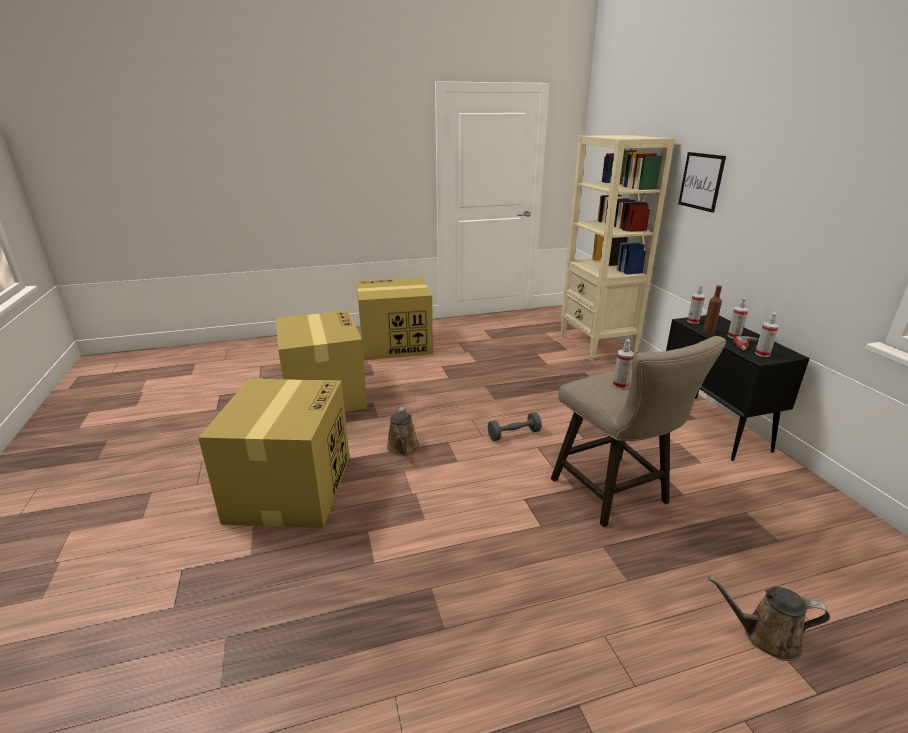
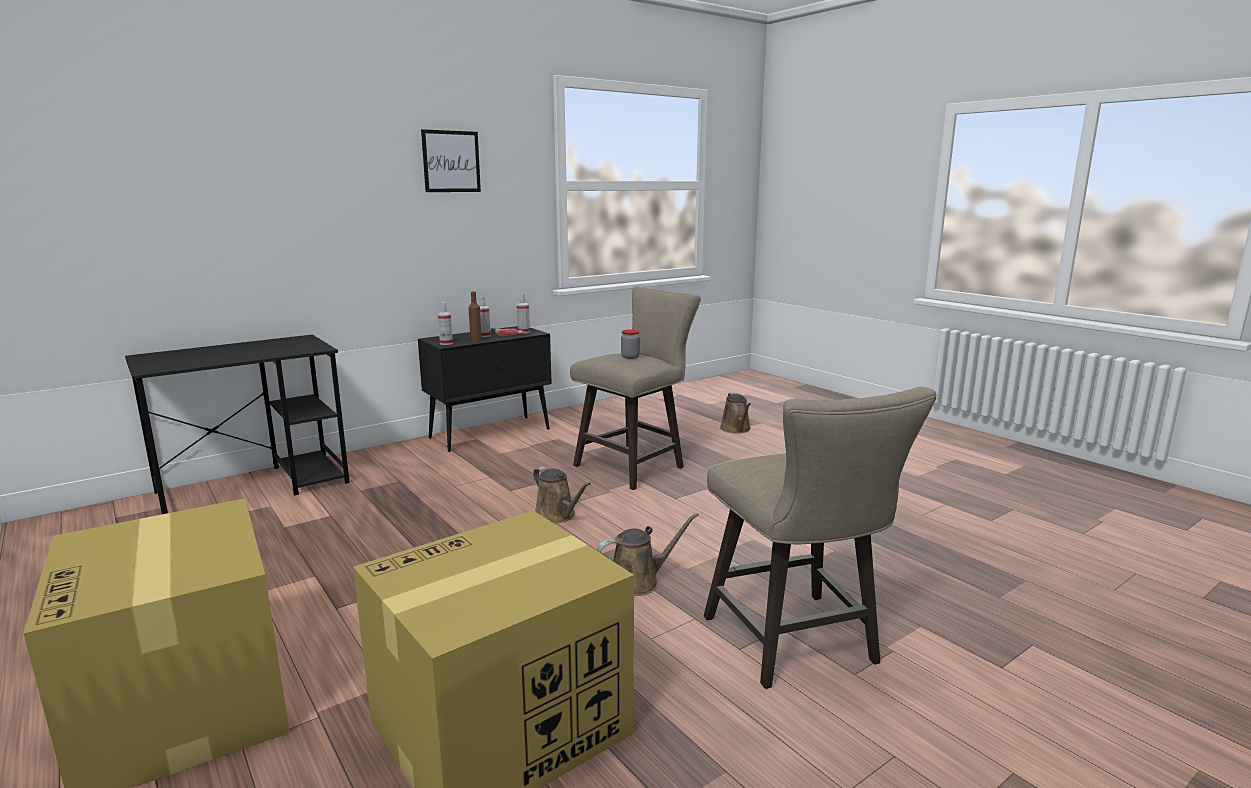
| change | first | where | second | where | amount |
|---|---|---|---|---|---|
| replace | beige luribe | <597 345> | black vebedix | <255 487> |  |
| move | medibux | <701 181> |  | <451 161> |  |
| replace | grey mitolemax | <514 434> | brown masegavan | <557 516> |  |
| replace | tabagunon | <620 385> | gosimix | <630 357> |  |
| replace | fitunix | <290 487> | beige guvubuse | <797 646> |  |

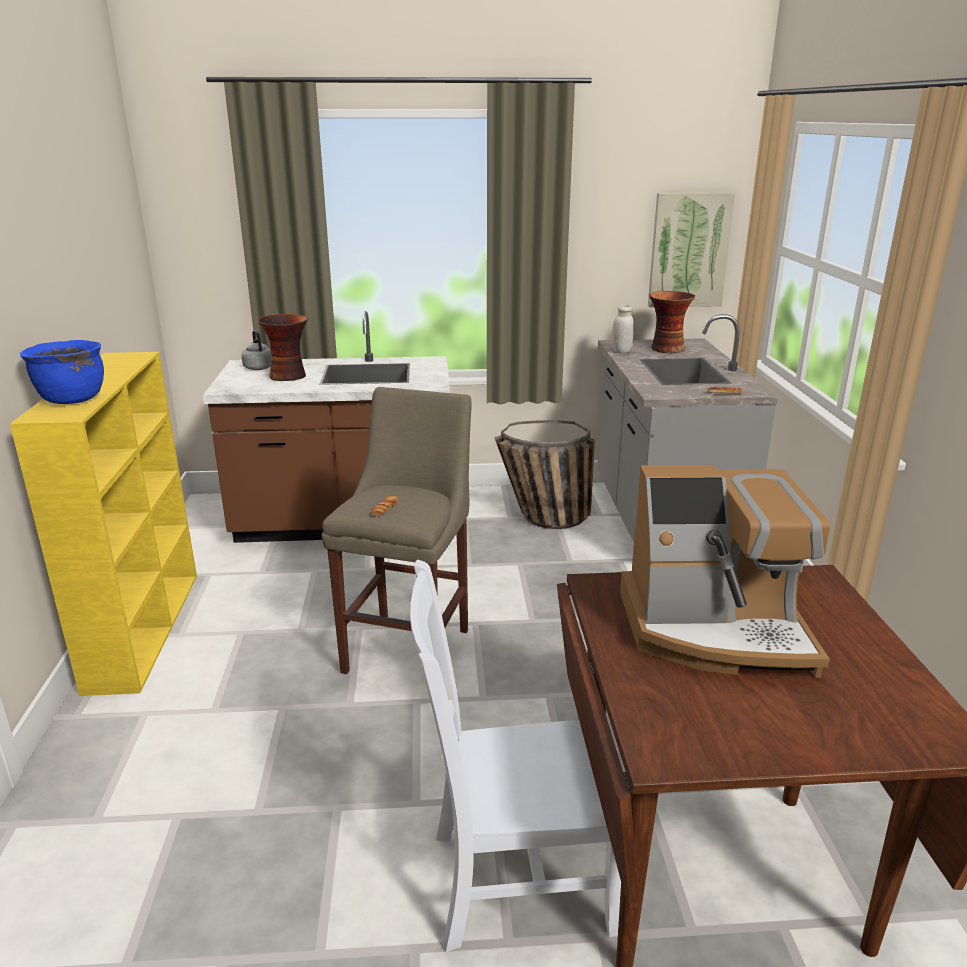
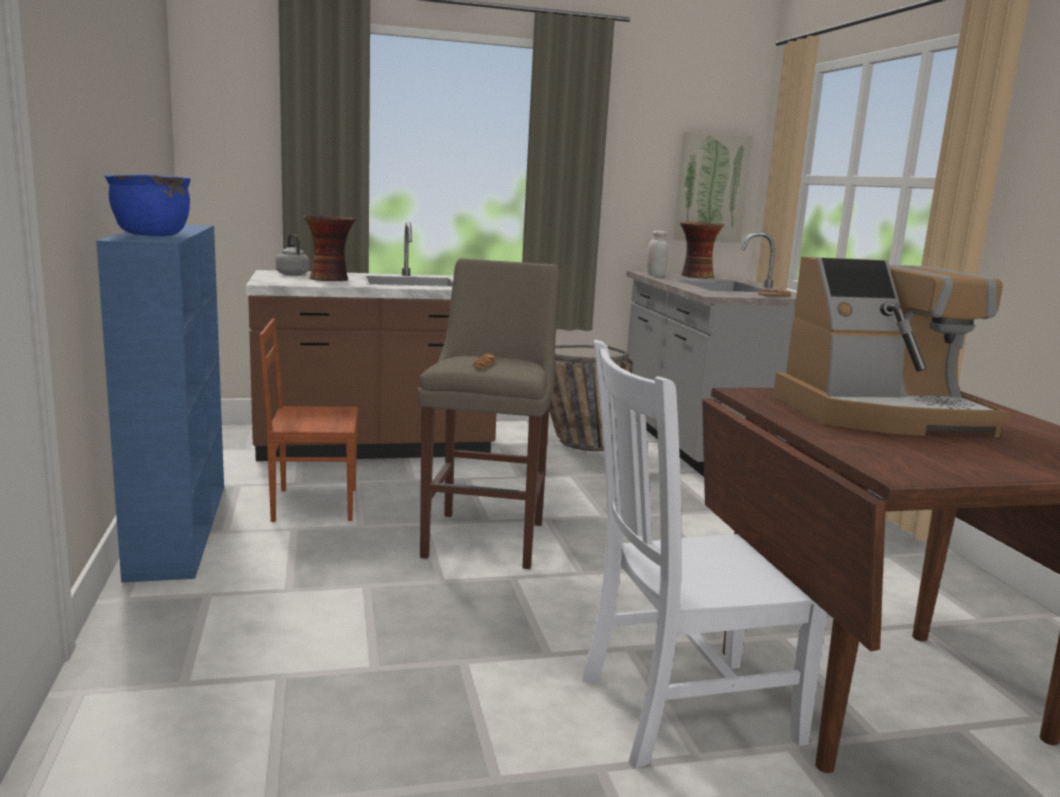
| change | first | where | second | where | amount |
|---|---|---|---|---|---|
| recolor | yellow luribe | <145 628> | blue luribe | <179 527> |  |
| insert |  |  | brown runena | <313 504> |  |

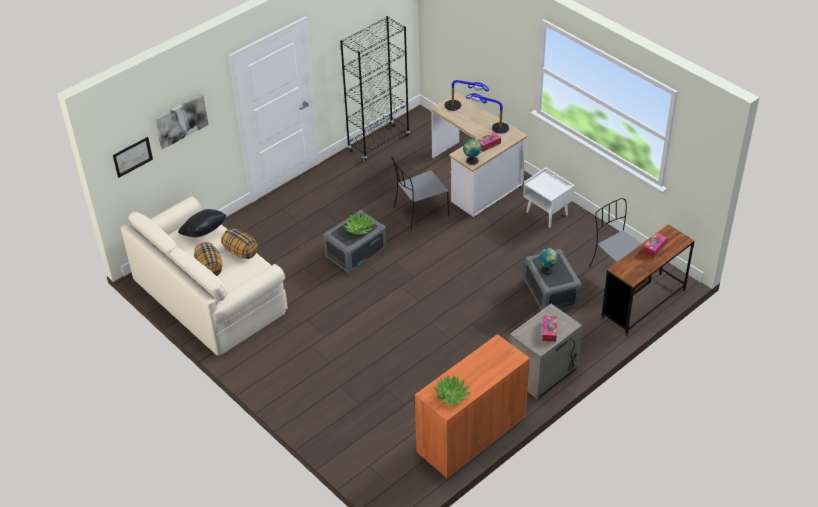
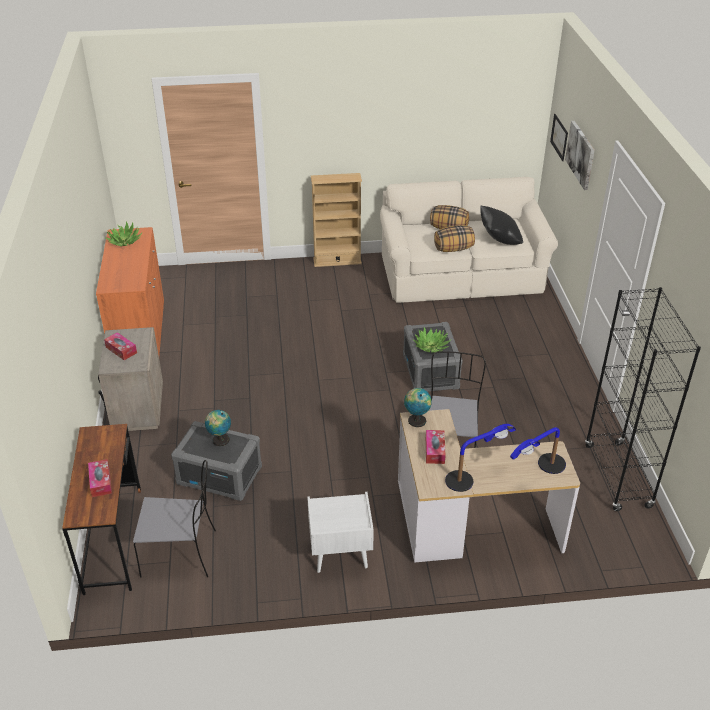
| change | first | where | second | where | amount |
|---|---|---|---|---|---|
| insert |  |  | beige luribe | <337 261> |  |

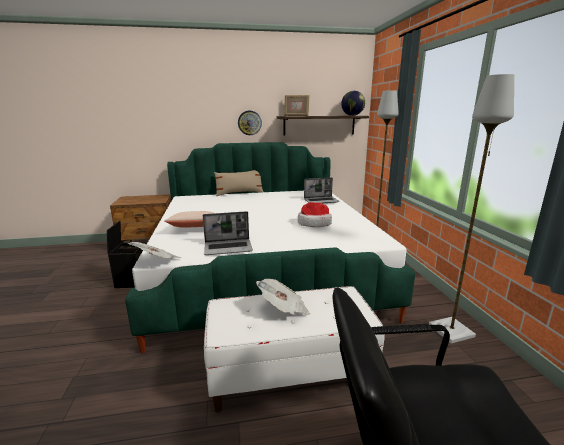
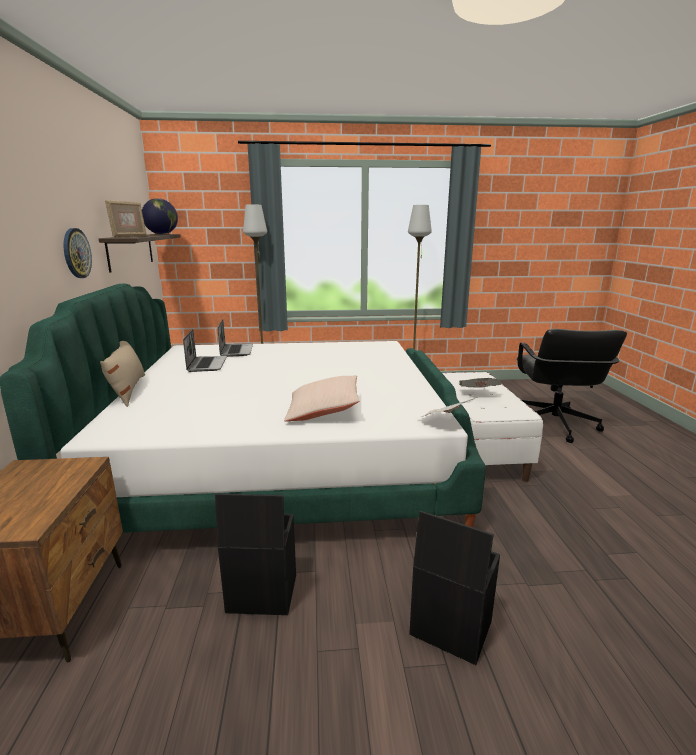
| change | first | where | second | where | amount |
|---|---|---|---|---|---|
| move | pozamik | <228 248> |  | <206 364> |  |
| insert |  |  | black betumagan | <449 628> |  |
| delete | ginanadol | <314 223> |  |  |  |

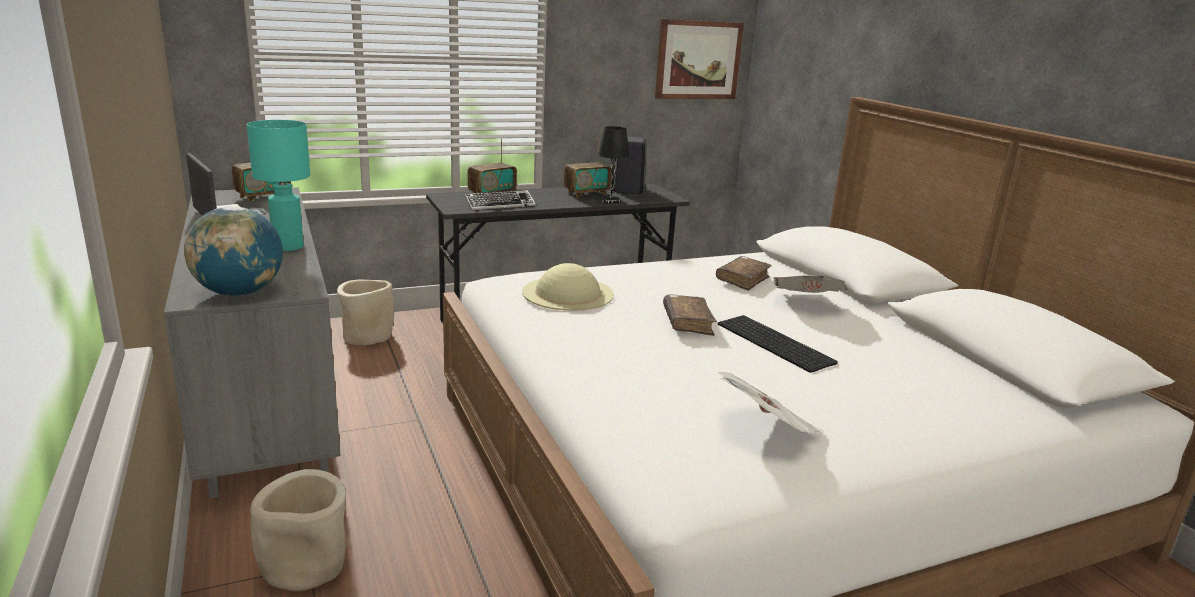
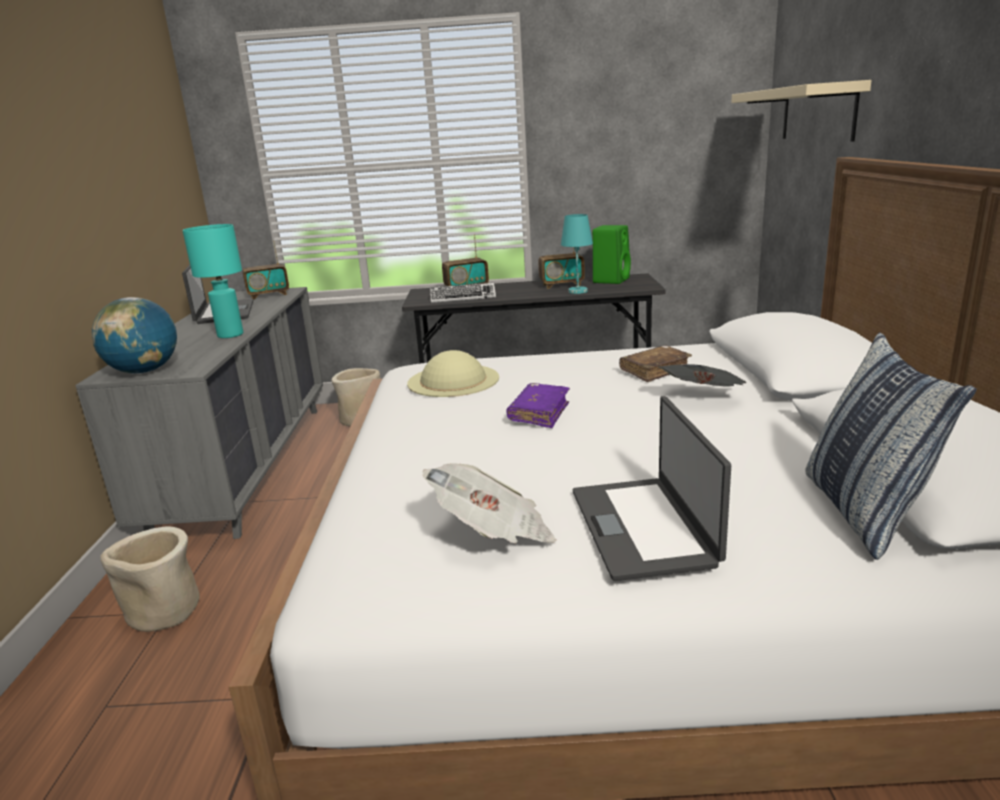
| change | first | where | second | where | amount |
|---|---|---|---|---|---|
| recolor | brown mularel | <687 323> | purple mularel | <539 413> |  |
| recolor | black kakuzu | <611 201> | turquoise kakuzu | <578 291> |  |
| insert |  |  | pozamik | <644 526> |  |
| recolor | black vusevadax | <628 190> | green vusevadax | <611 280> |  |
| insert |  |  | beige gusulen | <818 113> |  |
| insert |  |  | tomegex | <864 512> |  |
| delete | medibux | <698 60> |  |  |  |
| delete | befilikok | <777 343> |  |  |  |

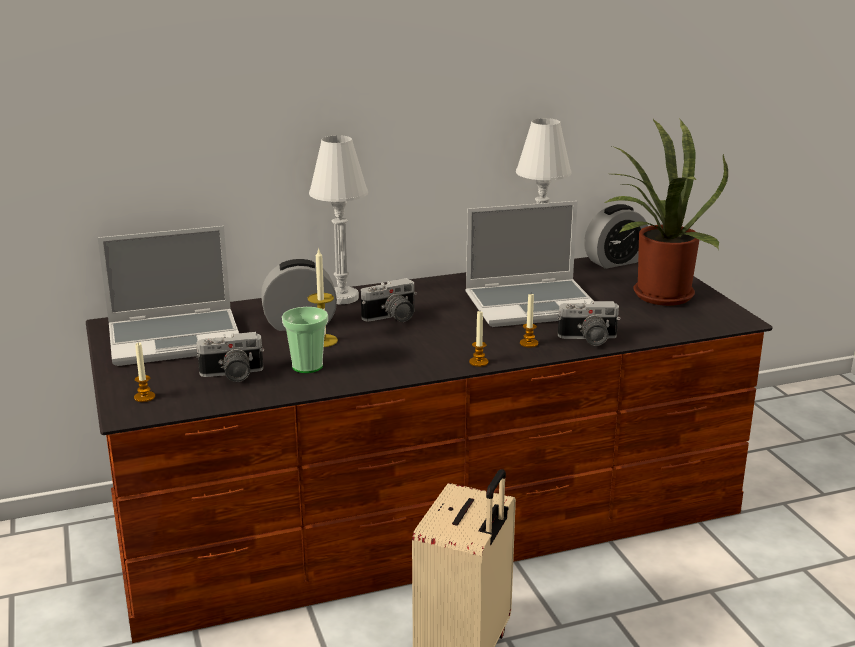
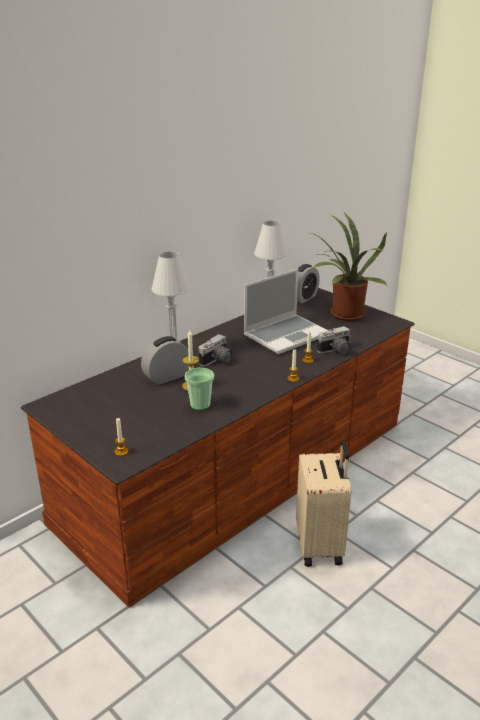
| change | first | where | second | where | amount |
|---|---|---|---|---|---|
| delete | pozamik | <176 338> |  |  |  |
| delete | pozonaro | <232 376> |  |  |  |

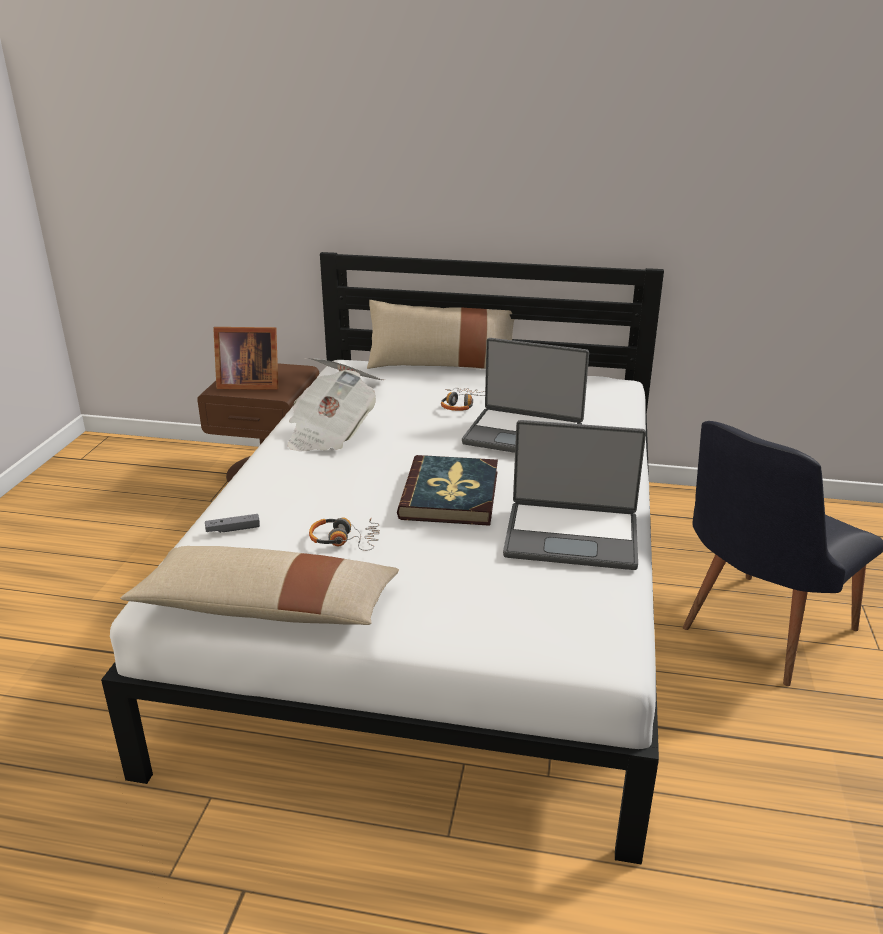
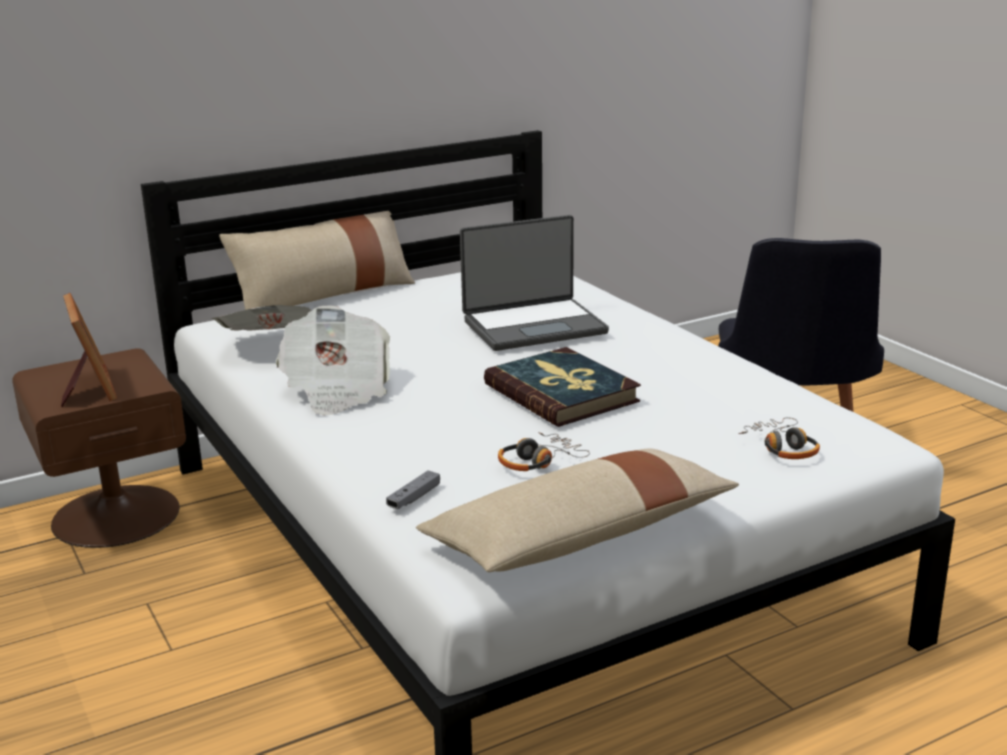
| change | first | where | second | where | amount |
|---|---|---|---|---|---|
| rotate | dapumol | <247 384> |  | <88 389> | 75 degrees counterclockwise |
| move | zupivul | <461 404> |  | <782 447> |  |
| delete | pozamik | <571 536> |  |  |  |

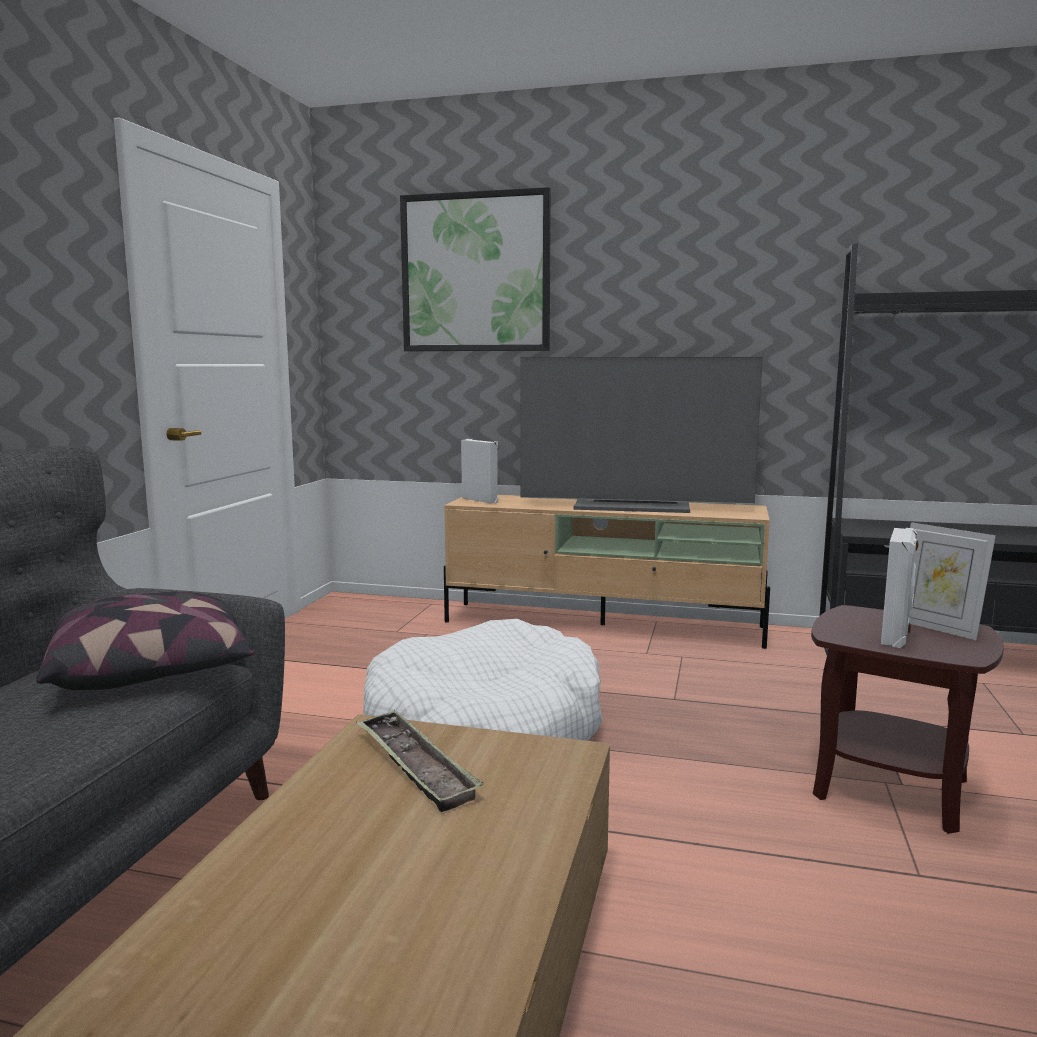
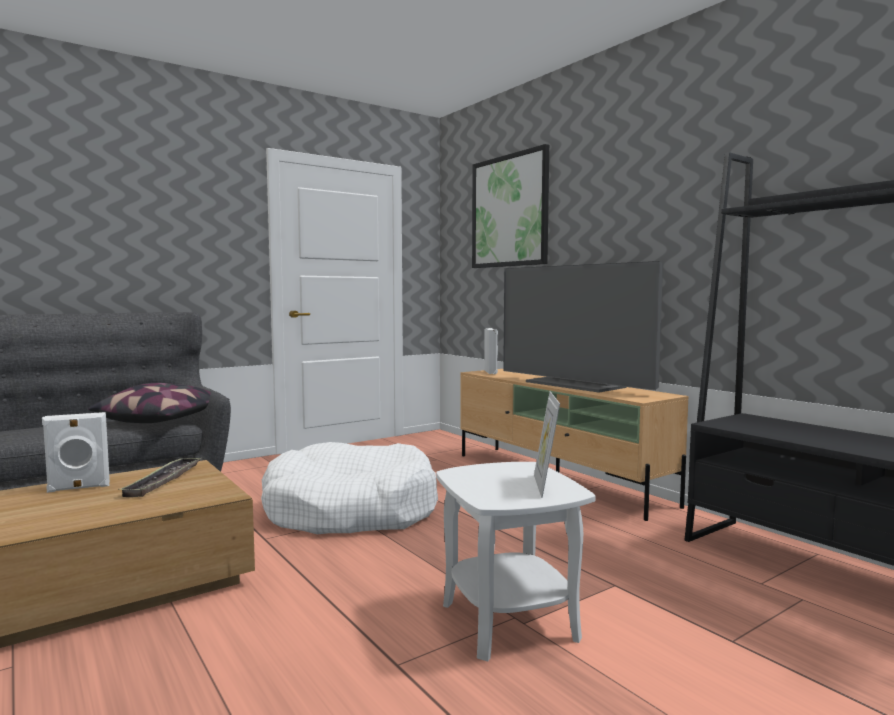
| change | first | where | second | where | amount |
|---|---|---|---|---|---|
| move | white vusevadax | <896 635> |  | <79 488> |  |
| recolor | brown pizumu | <891 787> | white pizumu | <510 621> |  |

